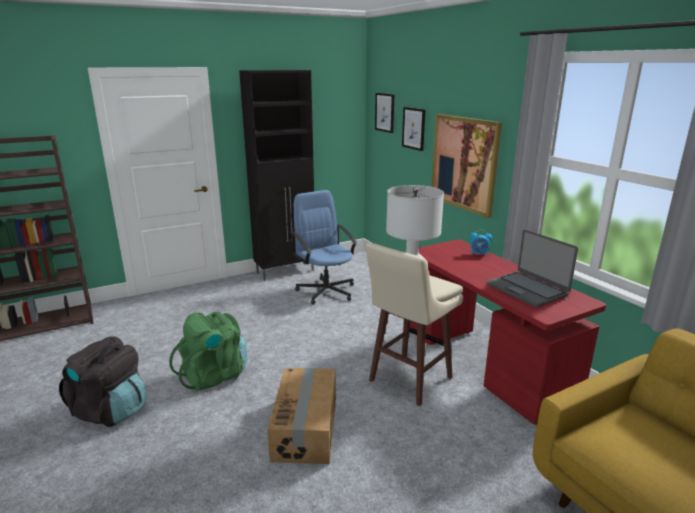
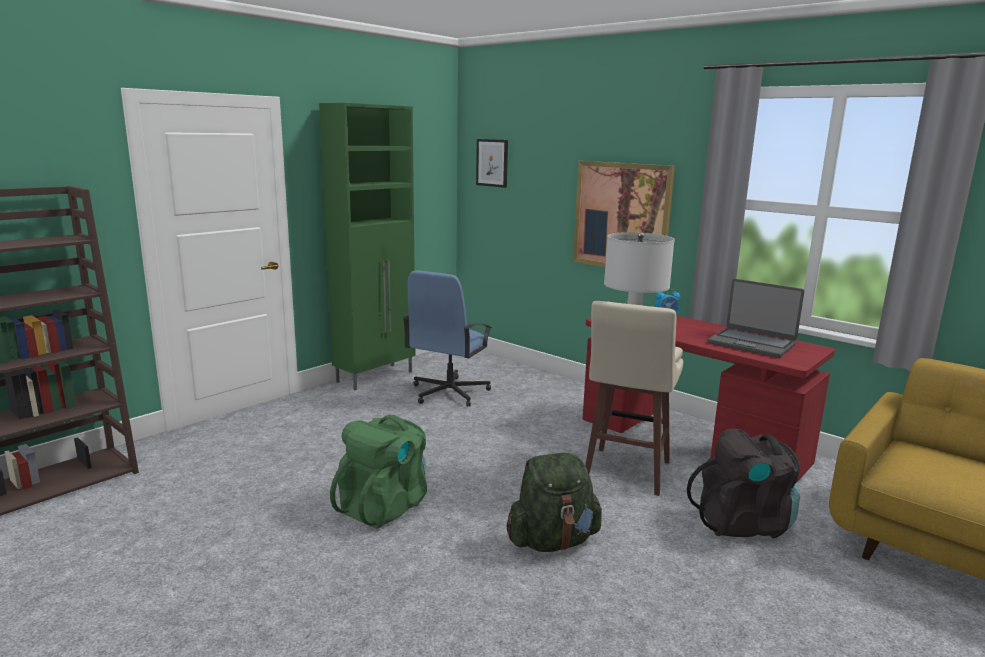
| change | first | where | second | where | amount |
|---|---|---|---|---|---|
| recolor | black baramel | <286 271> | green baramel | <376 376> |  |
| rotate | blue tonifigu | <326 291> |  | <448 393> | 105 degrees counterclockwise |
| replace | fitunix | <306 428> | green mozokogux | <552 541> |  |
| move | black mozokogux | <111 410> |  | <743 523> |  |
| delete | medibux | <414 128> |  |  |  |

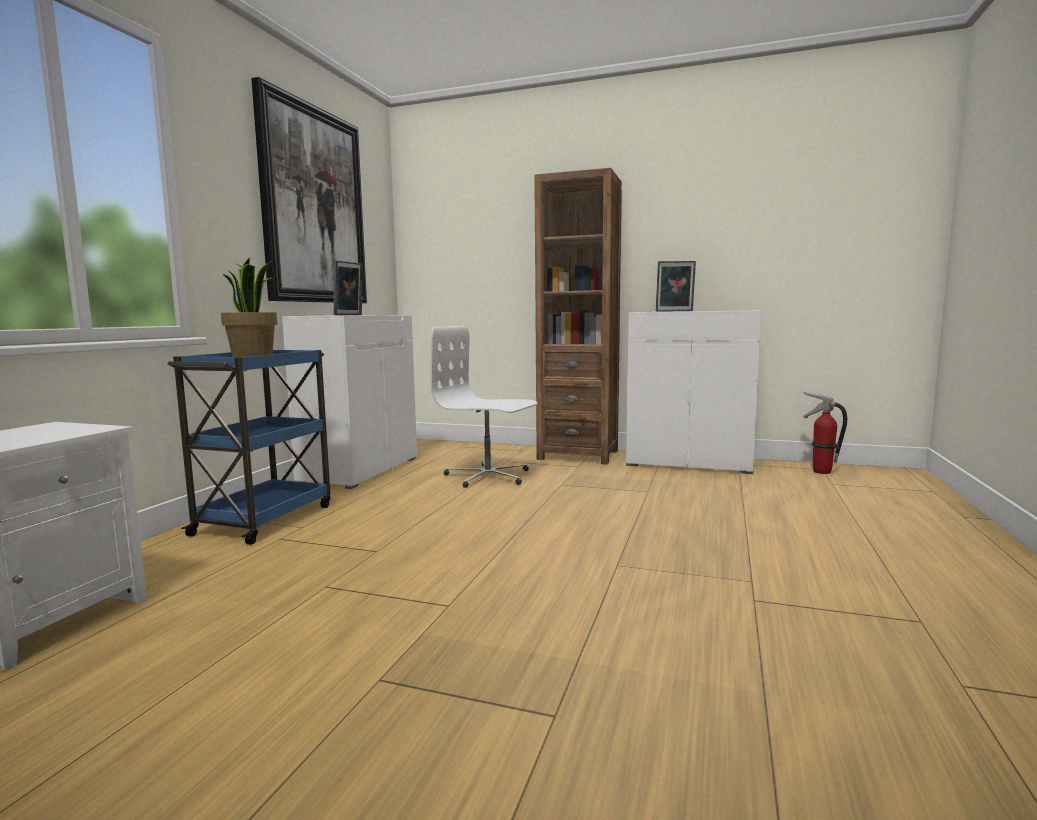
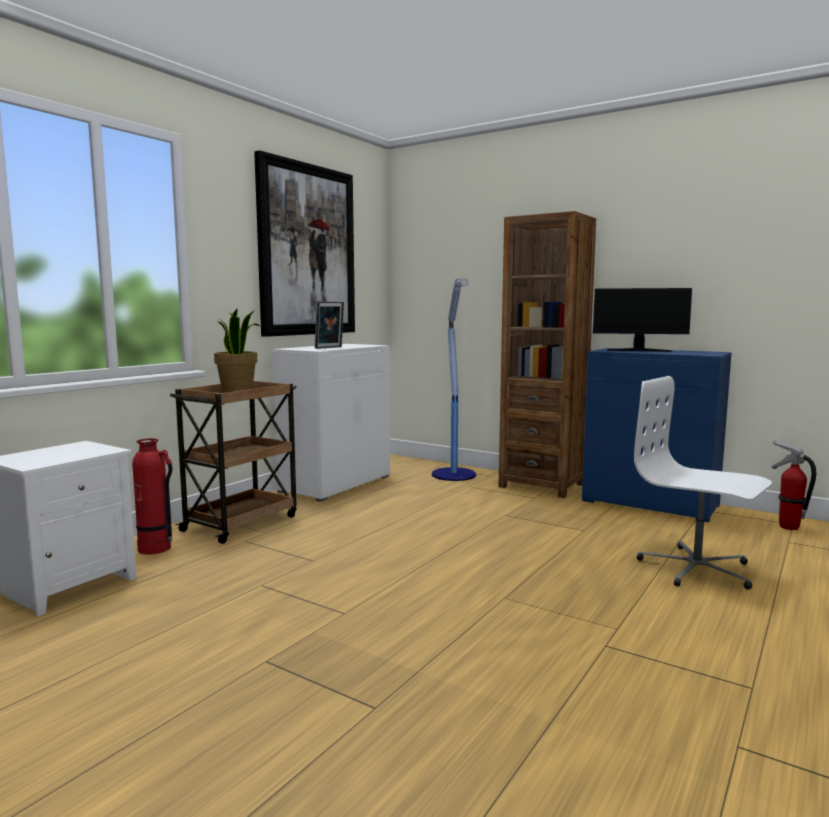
| change | first | where | second | where | amount |
|---|---|---|---|---|---|
| insert |  |  | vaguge | <155 548> |  |
| recolor | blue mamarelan | <265 519> | brown mamarelan | <242 522> |  |
| insert |  |  | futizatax | <454 475> |  |
| recolor | white baramel | <690 462> | blue baramel | <651 503> |  |
| replace | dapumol | <674 311> | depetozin | <638 350> |  |
| move | white tonifigu | <488 476> |  | <696 569> |  |

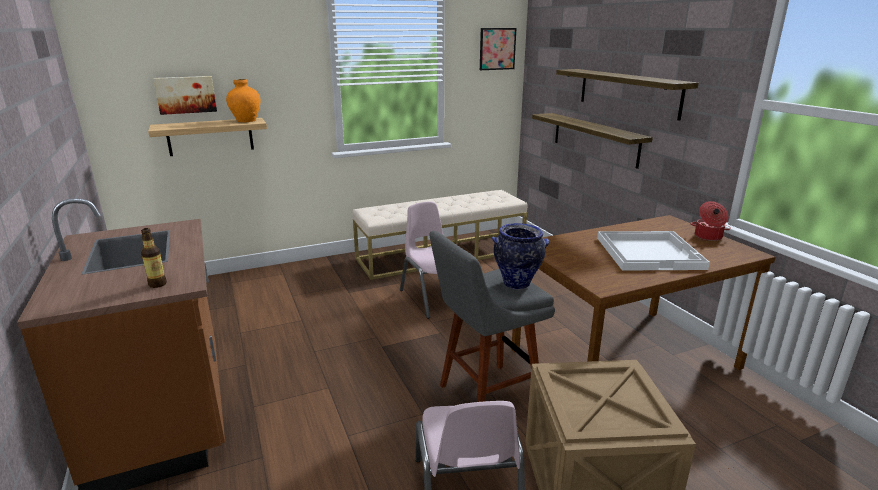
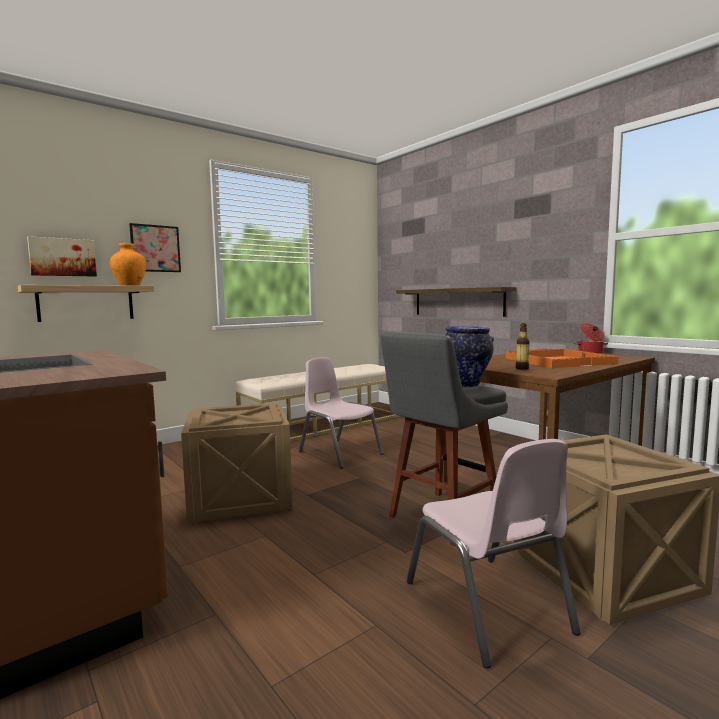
| change | first | where | second | where | amount |
|---|---|---|---|---|---|
| move | medibux | <497 49> |  | <155 248> |  |
| insert |  |  | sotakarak | <238 498> |  |
| recolor | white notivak | <649 252> | orange notivak | <558 361> |  |
| move | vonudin | <157 284> |  | <522 368> |  |
| delete | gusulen | <628 92> |  |  |  |

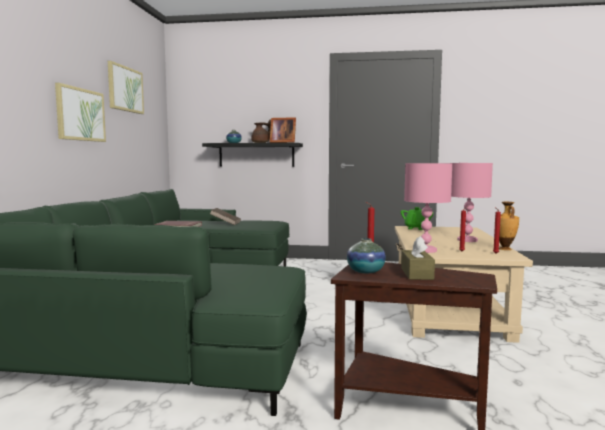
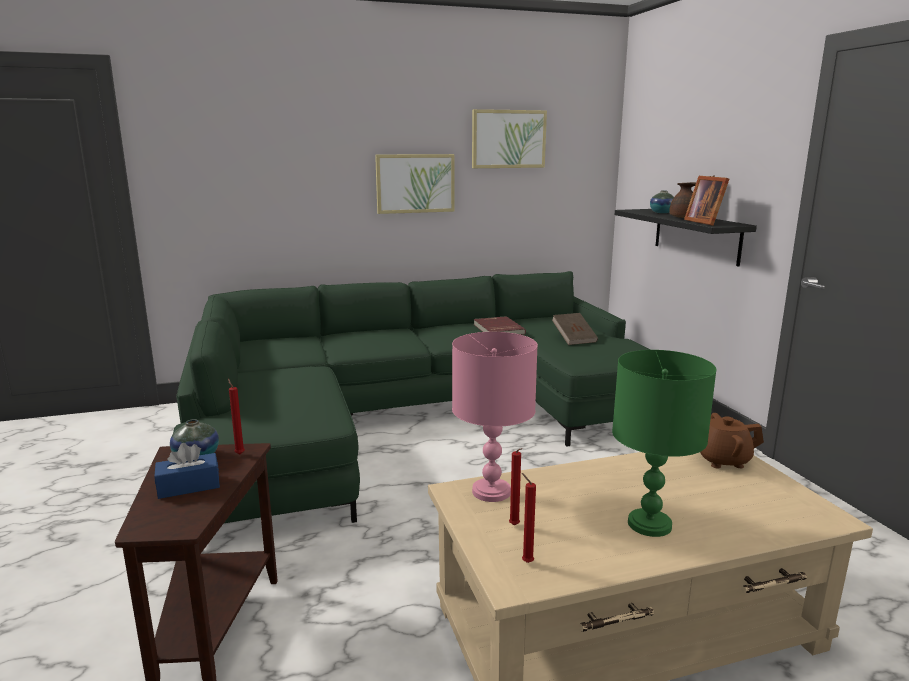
| change | first | where | second | where | amount |
|---|---|---|---|---|---|
| recolor | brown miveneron | <416 274> | blue miveneron | <189 486> |  |
| recolor | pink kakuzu | <467 240> | green kakuzu | <650 524> |  |
| recolor | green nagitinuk | <416 228> | brown nagitinuk | <722 460> |  |
| delete | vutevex | <505 249> |  |  |  |

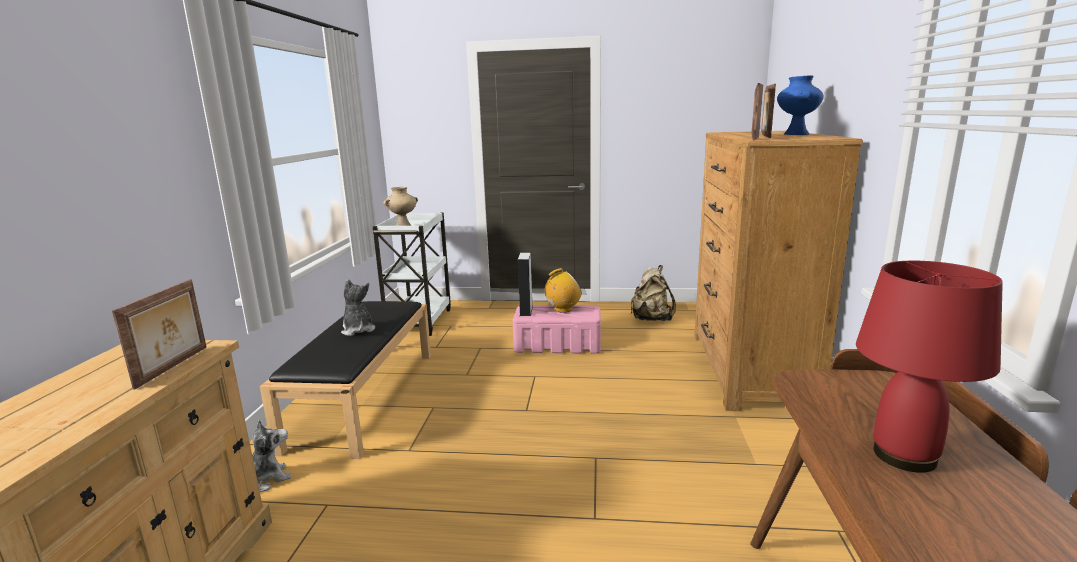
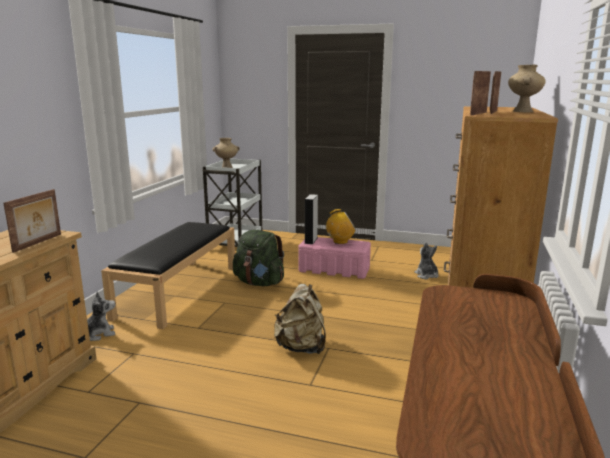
| change | first | where | second | where | amount |
|---|---|---|---|---|---|
| insert |  |  | green mozokogux | <259 283> |  |
| move | beige mozokogux | <651 319> |  | <301 347> |  |
| move | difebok | <358 330> |  | <426 276> |  |
| recolor | blue vutevex | <795 134> | beige vutevex | <522 111> |  |
| delete | red kakuzu | <904 456> |  |  |  |

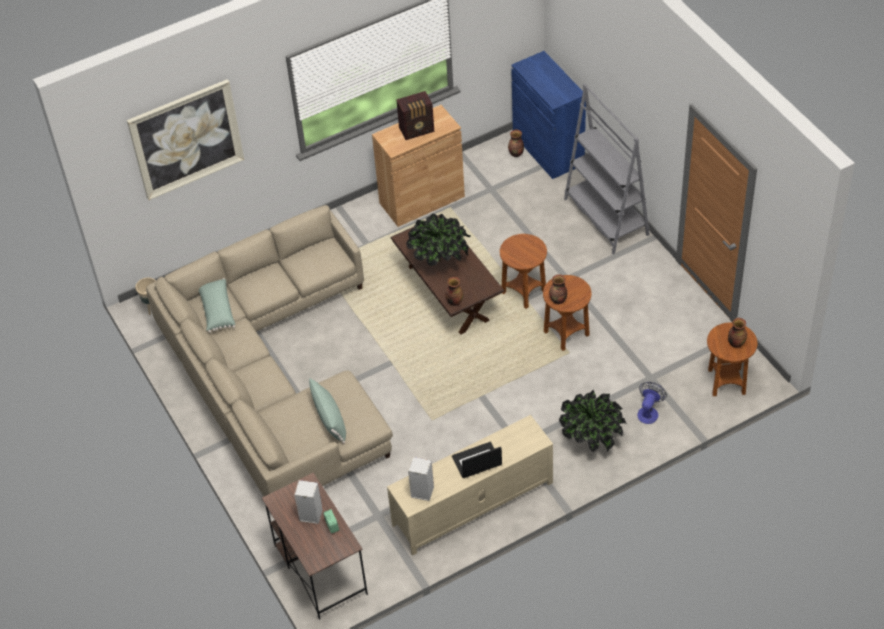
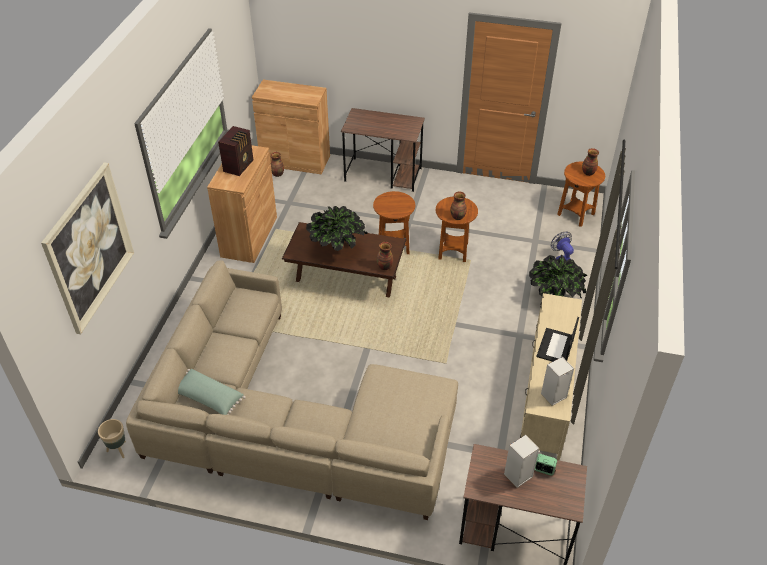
| change | first | where | second | where | amount |
|---|---|---|---|---|---|
| recolor | blue baramel | <548 149> | brown baramel | <295 160> |  |
| replace | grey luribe | <606 217> | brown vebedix | <383 175> |  |
| delete | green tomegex | <329 418> |  |  |  |

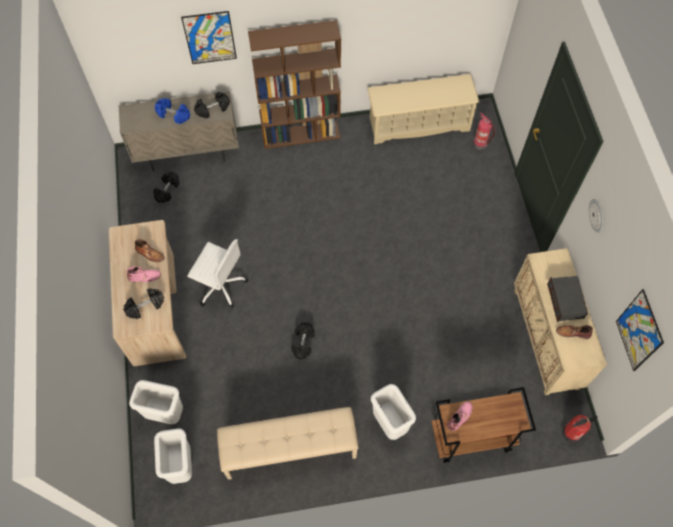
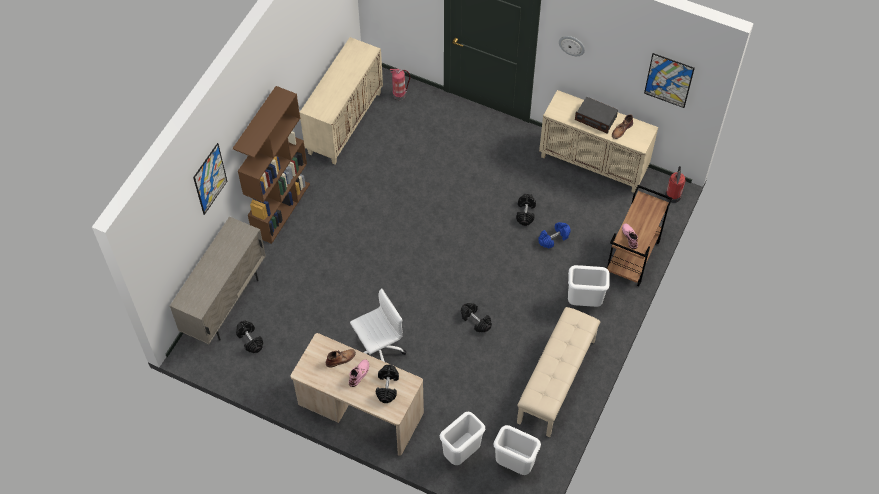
| change | first | where | second | where | amount |
|---|---|---|---|---|---|
| replace | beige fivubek | <418 124> | beige baramel | <344 122> |  |
| move | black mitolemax | <212 109> |  | <525 213> |  |
| move | blue mitolemax | <173 115> |  | <553 238> |  |

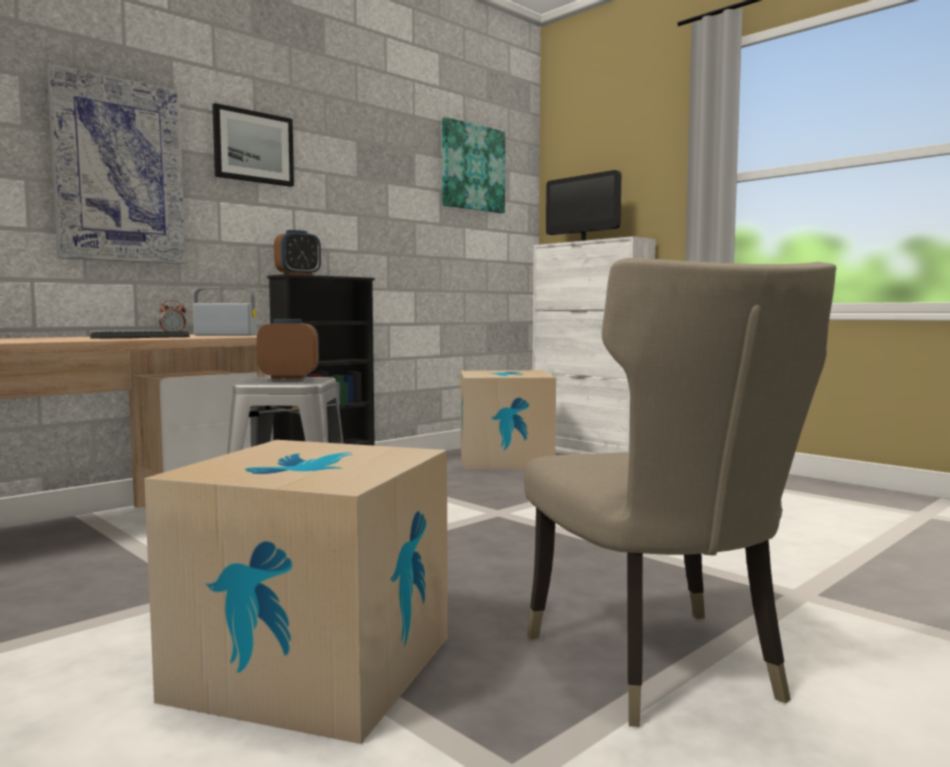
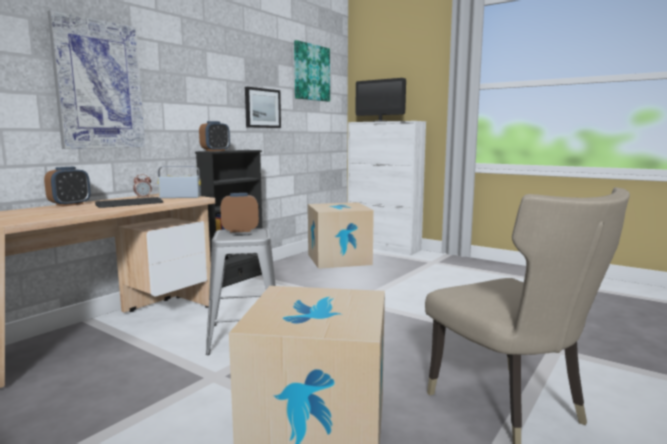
| change | first | where | second | where | amount |
|---|---|---|---|---|---|
| insert |  |  | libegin | <70 204> |  |
| move | medibux | <253 147> |  | <262 108> |  |

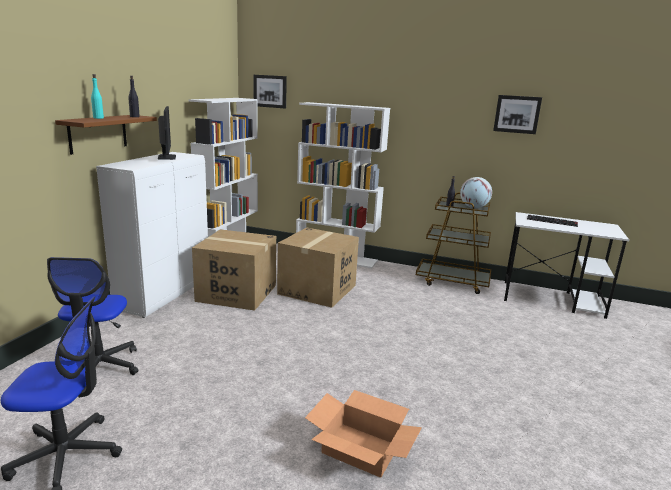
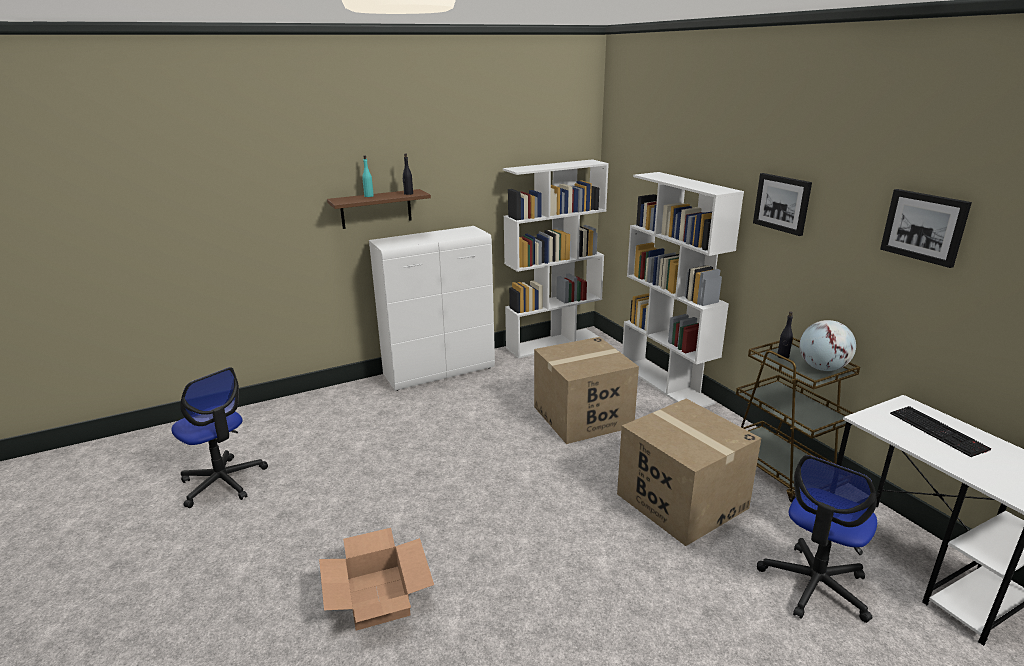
| change | first | where | second | where | amount |
|---|---|---|---|---|---|
| move | fitunix | <236 293> |  | <681 501> |  |
| move | medibux | <270 91> |  | <782 203> |  |
| move | tonifigu | <99 367> |  | <814 585> |  |
| delete | depetozin | <166 157> |  |  |  |

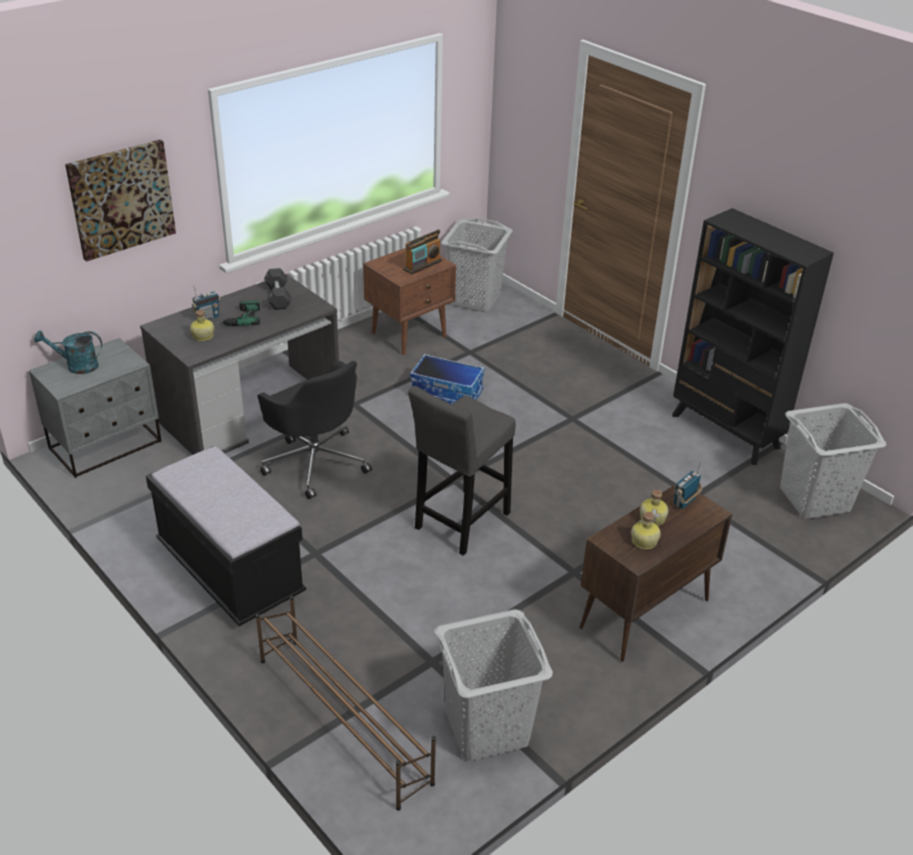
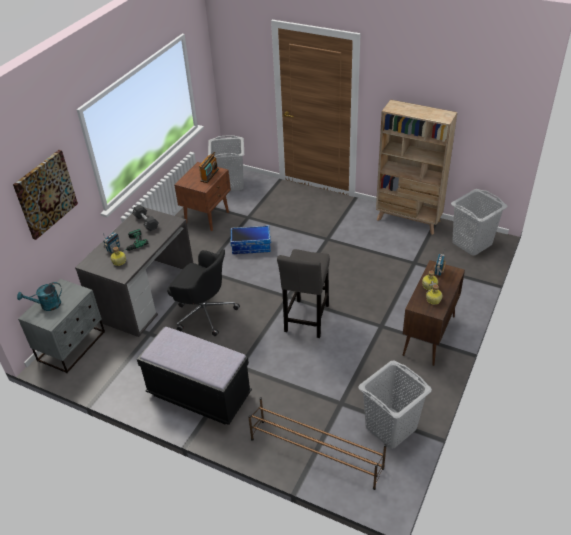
| change | first | where | second | where | amount |
|---|---|---|---|---|---|
| recolor | black luribe | <725 432> | beige luribe | <408 220> |  |

